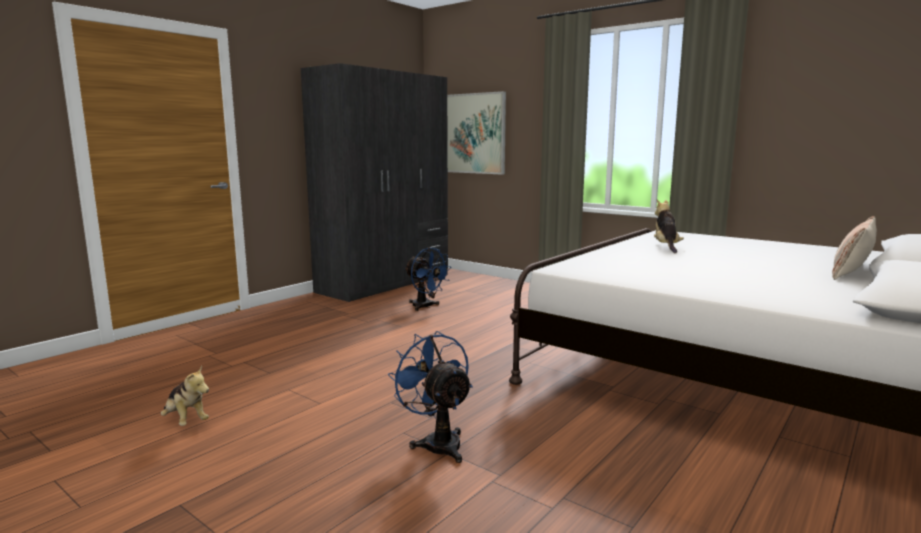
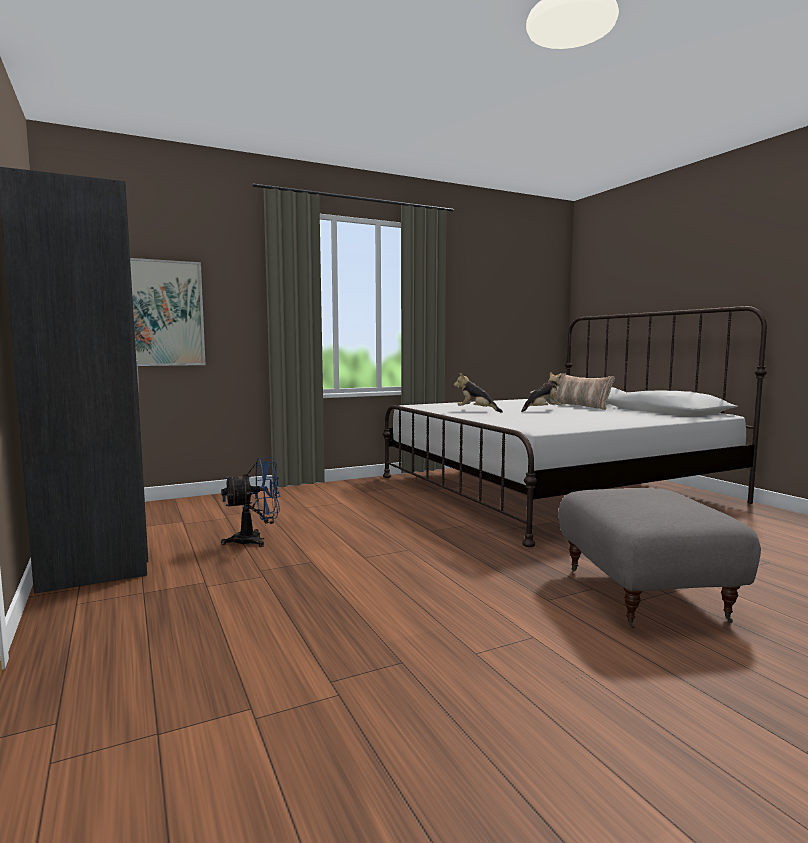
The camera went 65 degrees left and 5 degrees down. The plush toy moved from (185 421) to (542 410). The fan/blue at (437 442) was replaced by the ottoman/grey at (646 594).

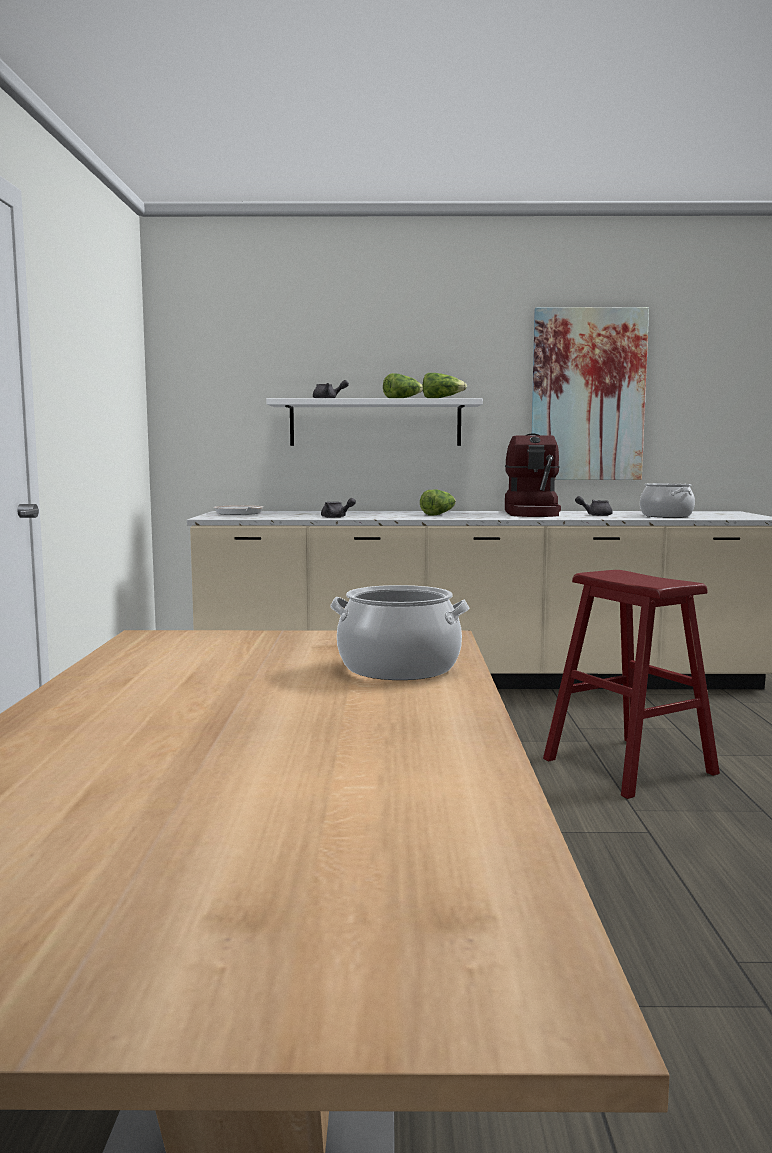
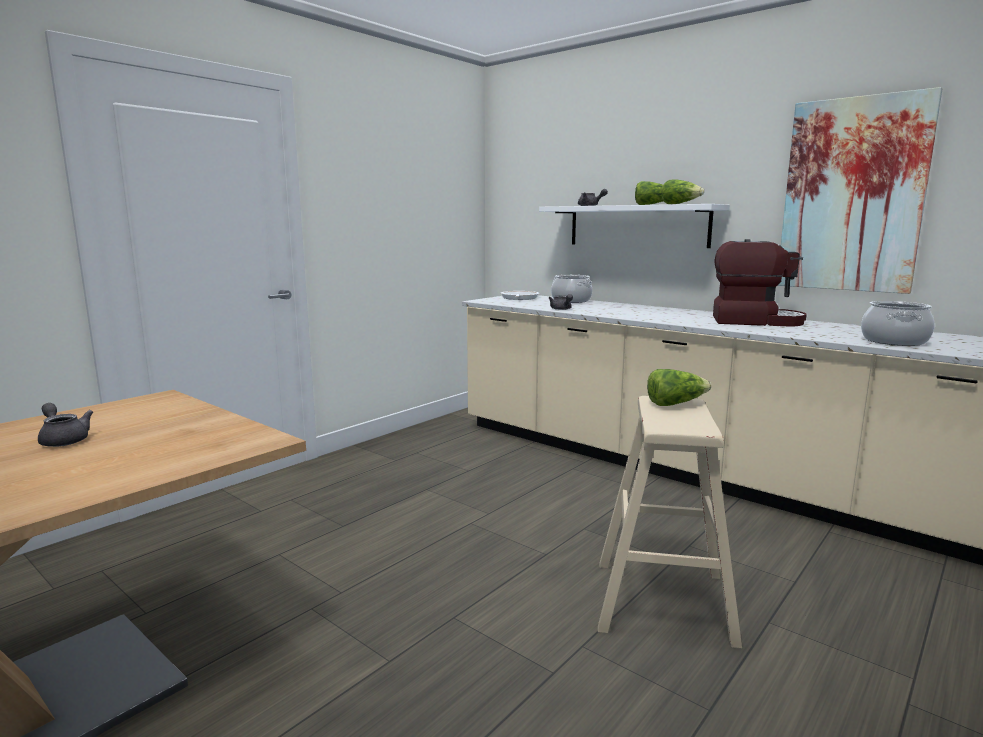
The camera went 40 degrees right and 5 degrees up. The cooking pot moved from (398 668) to (571 301). The lettuce moved from (438 514) to (675 404). The teapot/grey moved from (595 515) to (63 440). The stool/red at (629 766) became the stool/beige at (662 601). The coffee machine at (532 513) turned 120 degrees counterclockwise.

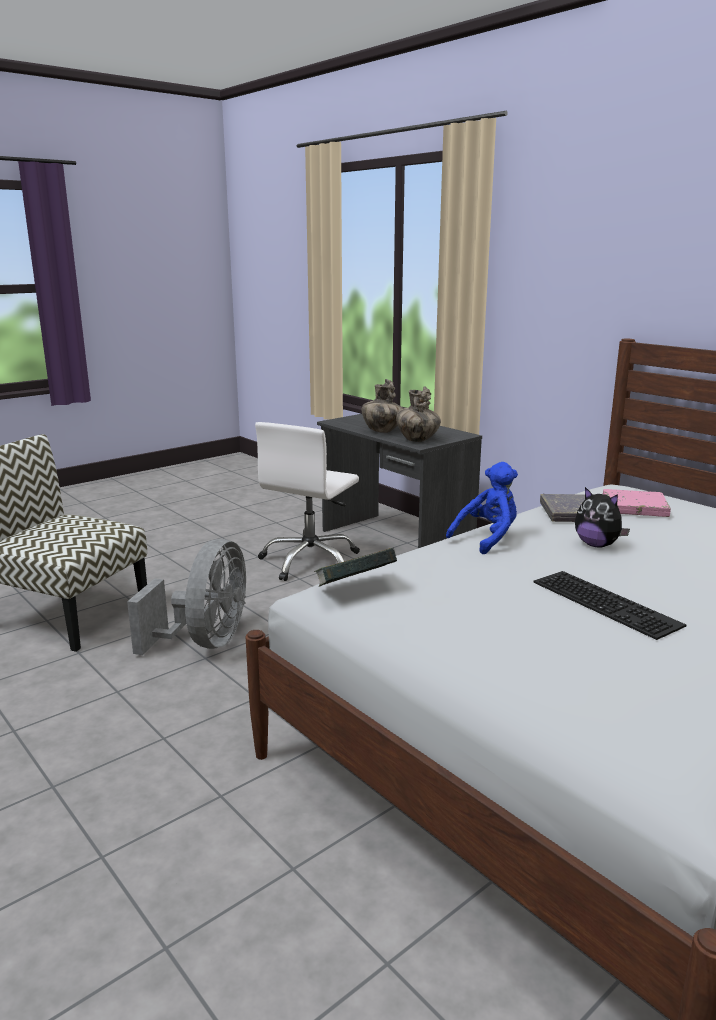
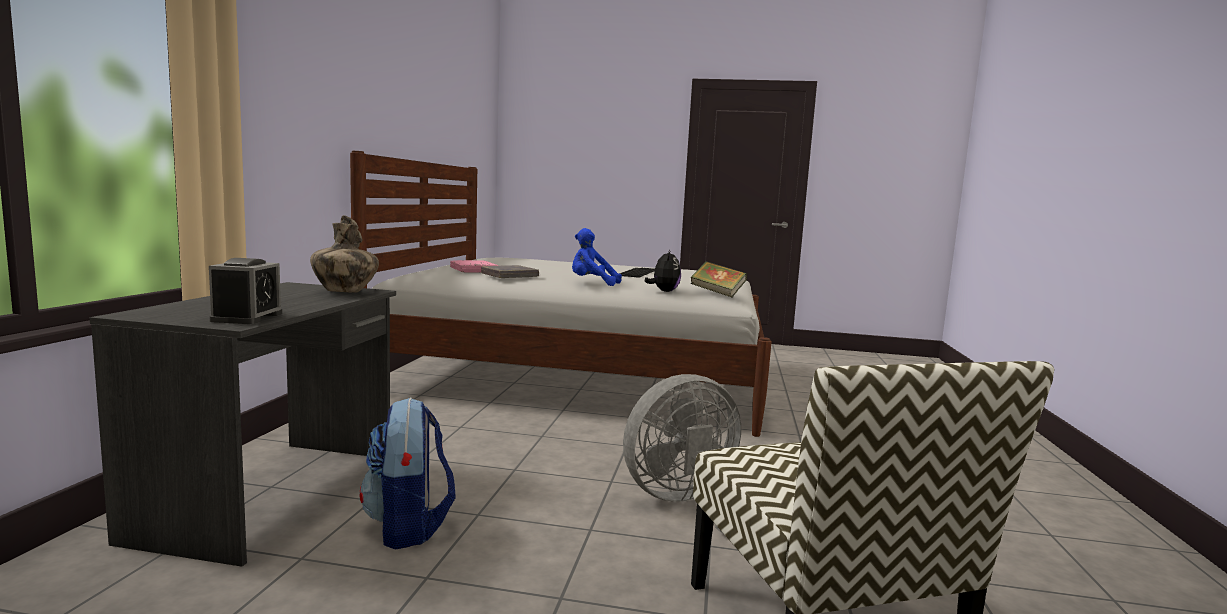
The camera went 130 degrees left and 10 degrees down. The vase at (382 431) disappeared. The alarm clock at (247 317) appeared. The plush toy moved from (597 545) to (664 291). The office chair/white at (310 561) was replaced by the backpack at (409 527).

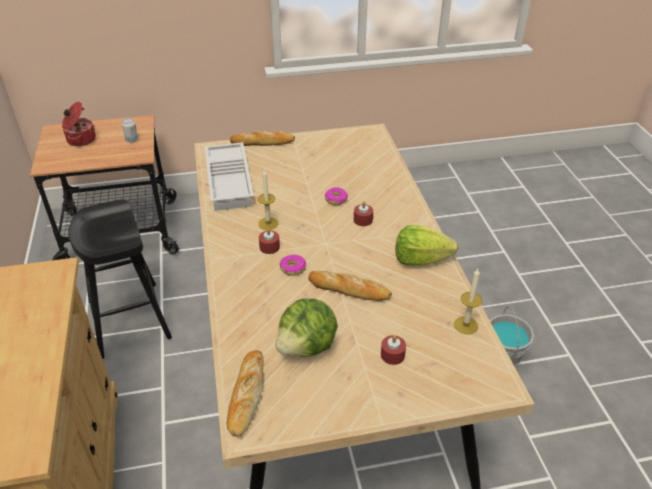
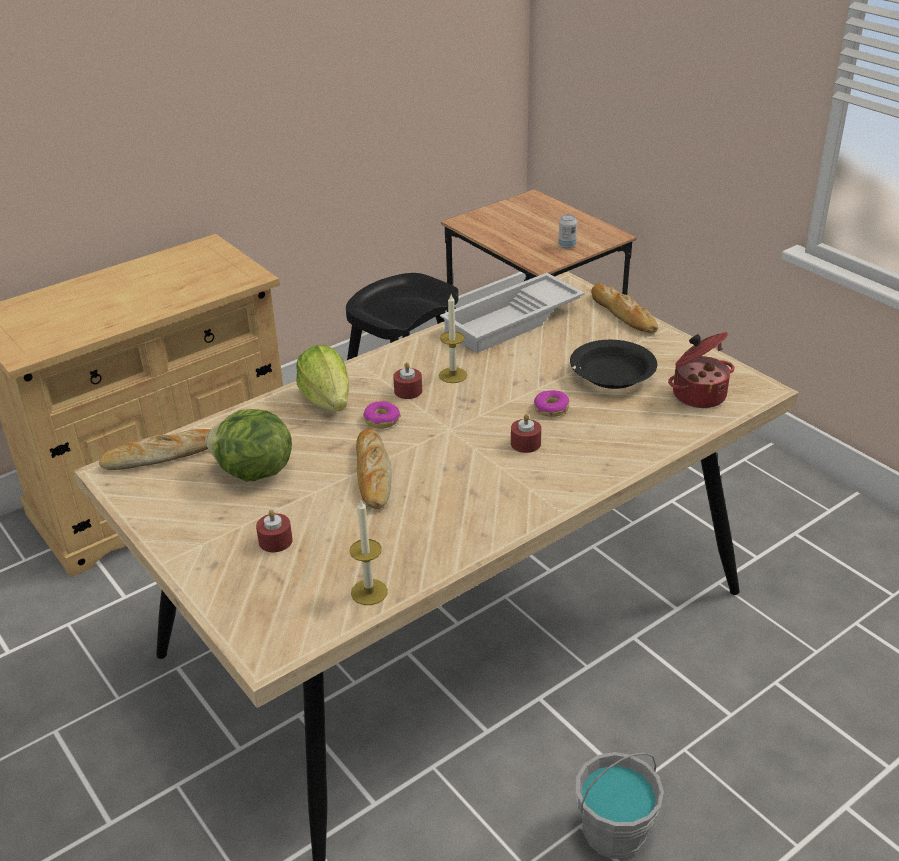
The camera went 65 degrees right and 5 degrees down. The bowl/black at (612 375) appeared. The cooking pot moved from (80 139) to (698 394). The lettuce moved from (420 259) to (328 401).

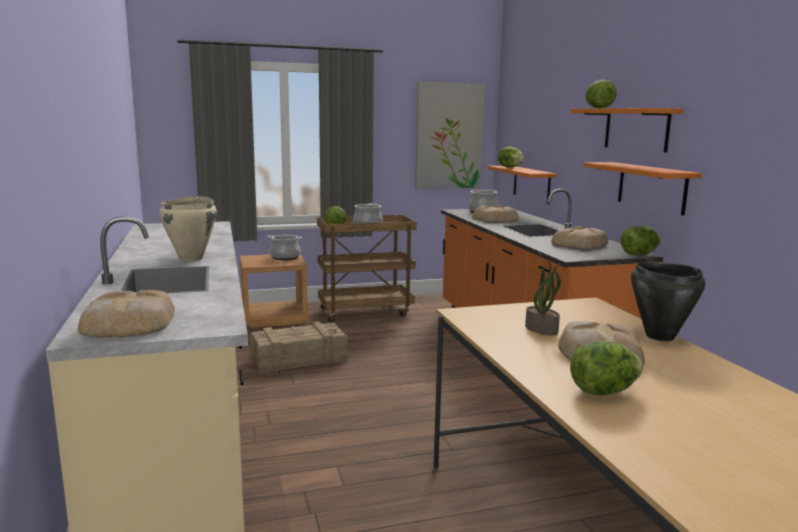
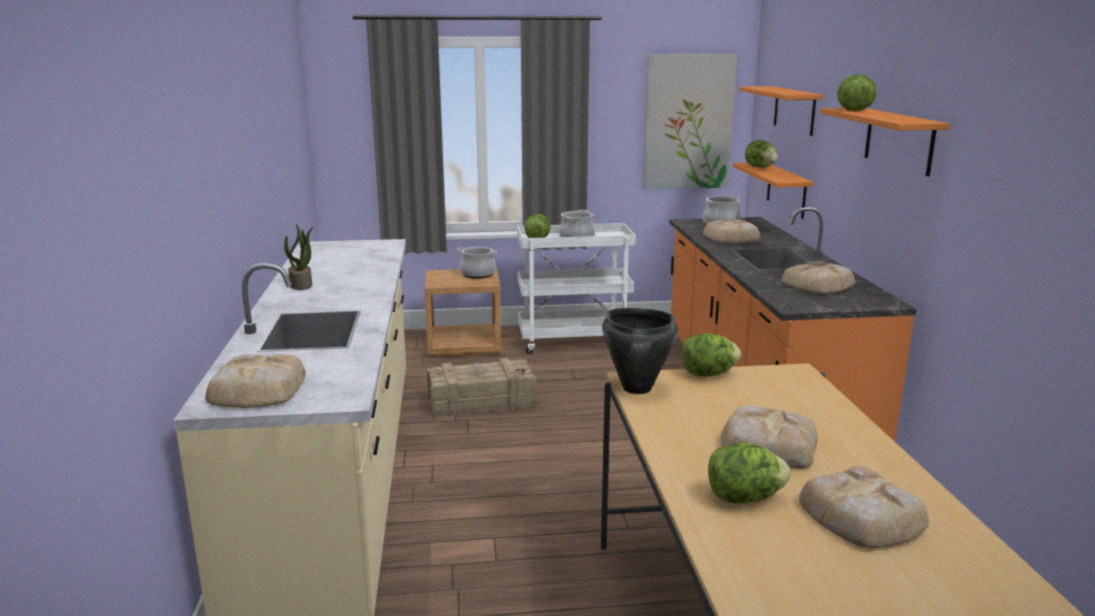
The camera went 10 degrees right and 5 degrees up. The cooking pot/beige at (191 258) disappeared. The bread at (862 517) appeared. The potted plant moved from (542 329) to (301 285). The shelf/orange moved from (651 187) to (794 110). The lettuce moved from (639 254) to (708 374). The cooking pot/black moved from (659 336) to (636 388). The cart/brown at (365 312) became the cart/white at (574 341).

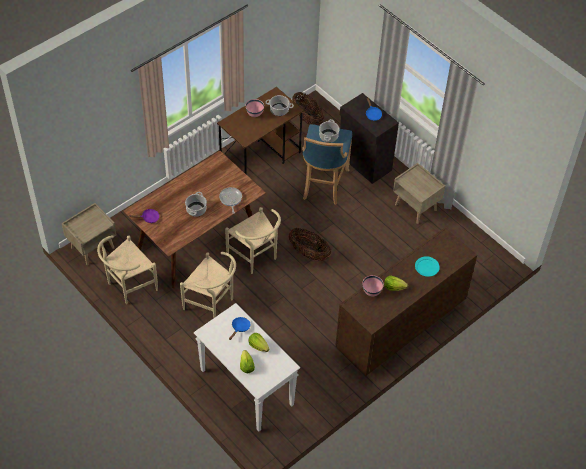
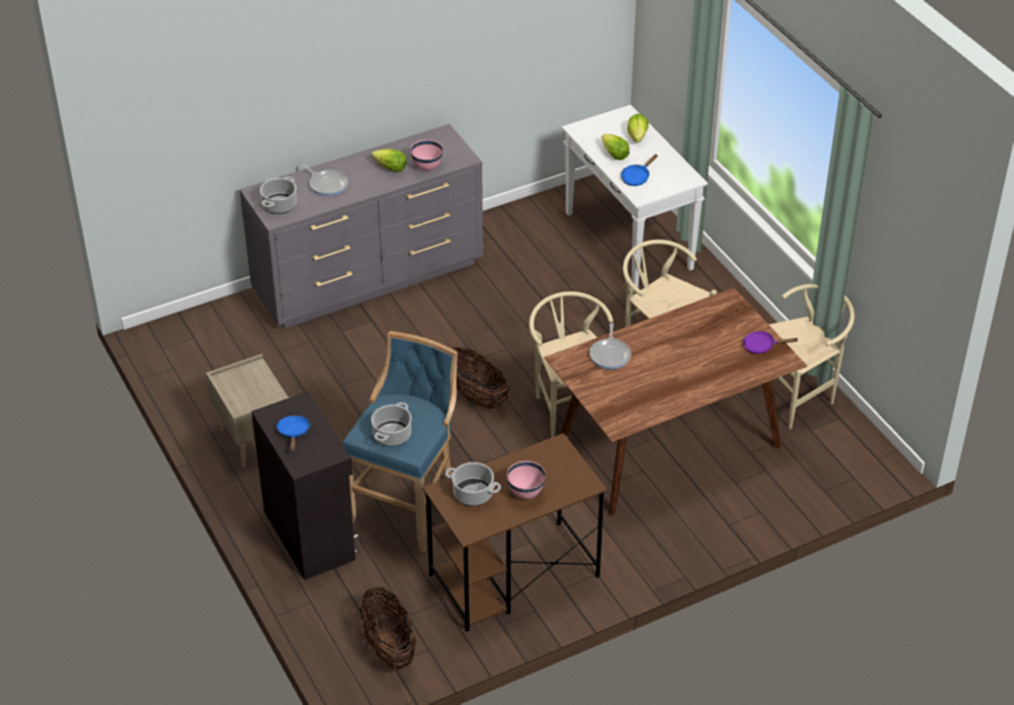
The camera went 165 degrees left and 10 degrees down. The nightstand/beige at (92 247) disappeared. The cooking pot moved from (196 210) to (279 205). The plate/turquoise at (427 267) was replaced by the frying pan at (327 184). The dresser/brown at (400 325) became the dresser/grey at (370 278).

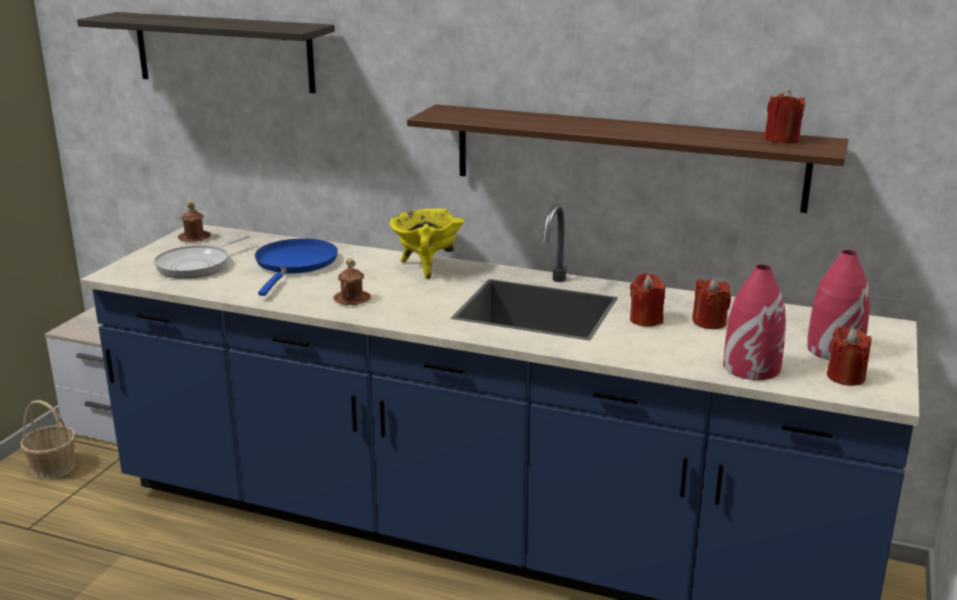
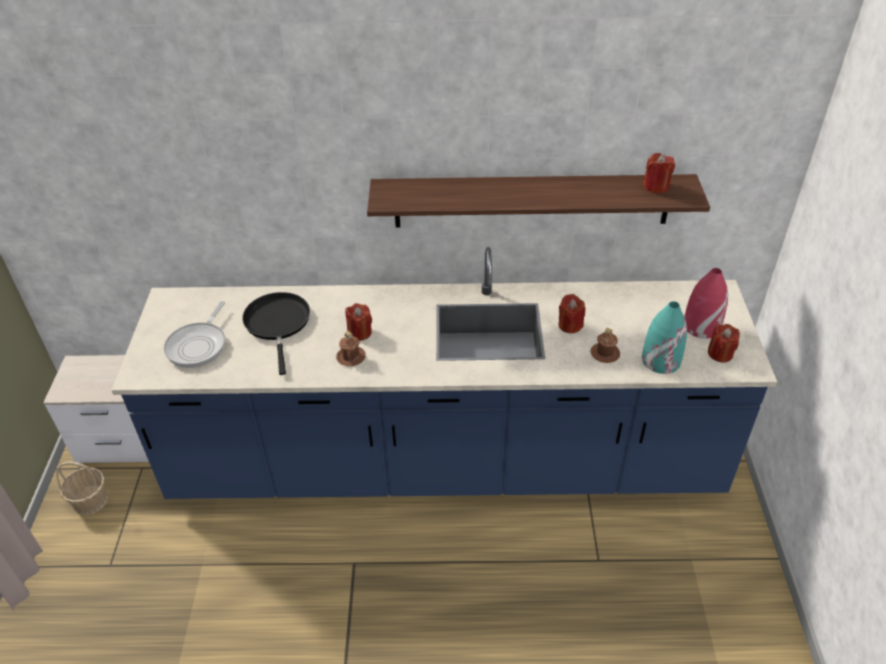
The camera went 20 degrees left and 20 degrees up. The shelf at (224 52) disappeared. The cooking pot/yellow at (426 267) disappeared. The mug/brown moved from (194 238) to (605 354). The candle/red moved from (709 322) to (360 332). The frying pan/blue at (295 264) became the frying pan/black at (278 324). The vase/red at (751 367) became the vase/turquoise at (660 360).

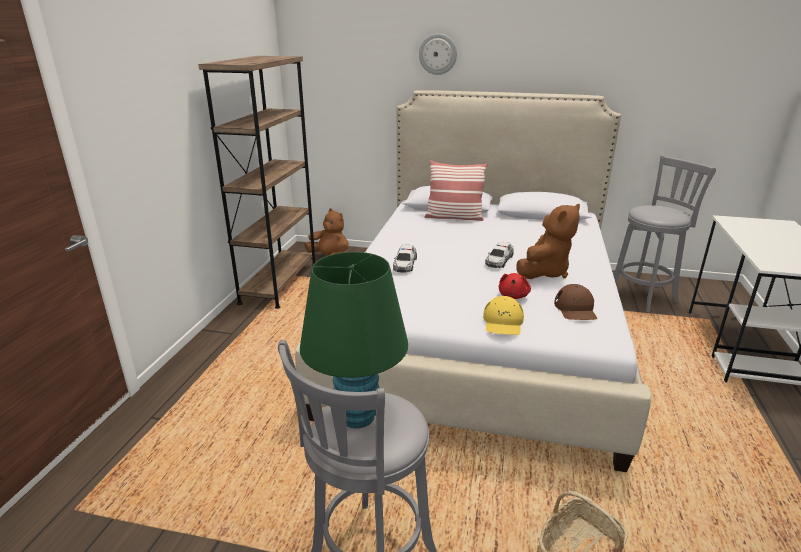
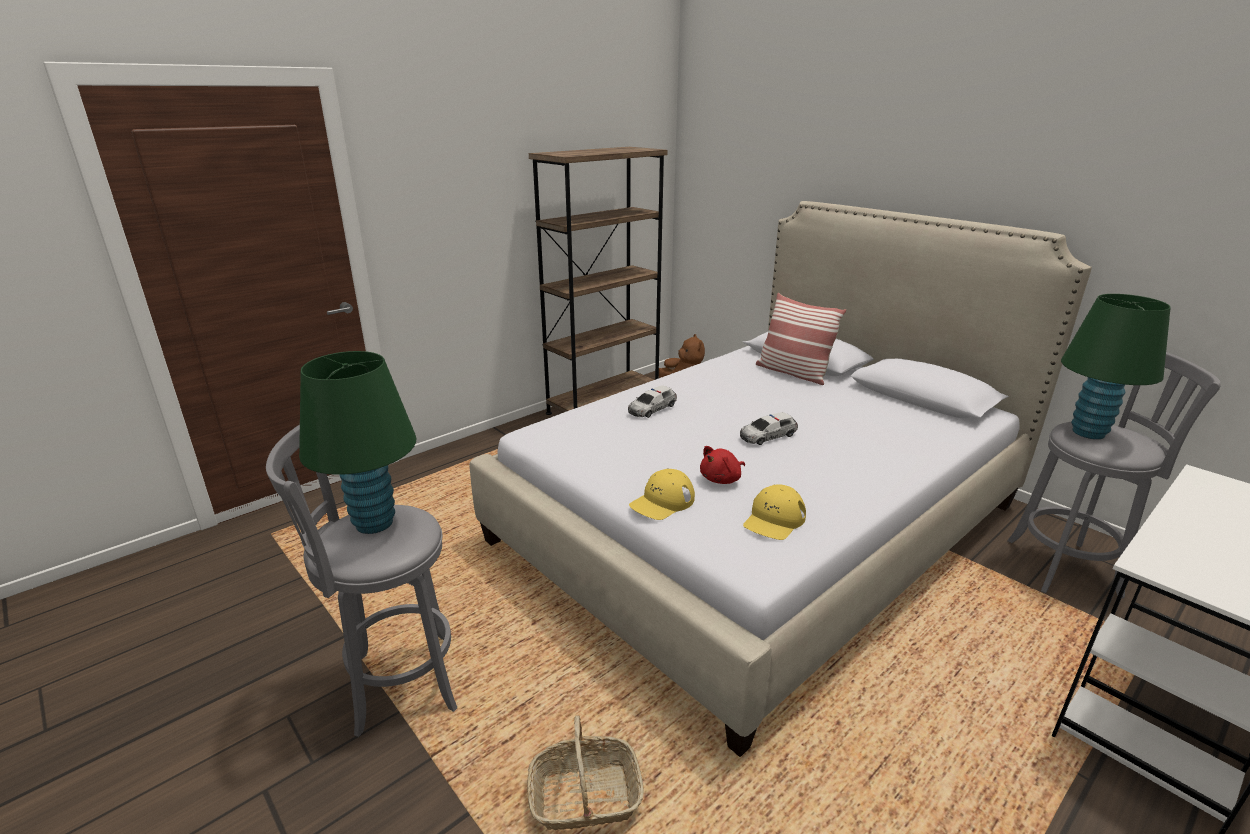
The camera went 35 degrees right and 0 degrees up. The wall clock at (438 54) disappeared. The plush toy/brown at (544 272) disappeared. The table lamp/green at (1088 433) appeared. The cap/brown at (575 309) became the cap/yellow at (774 520).

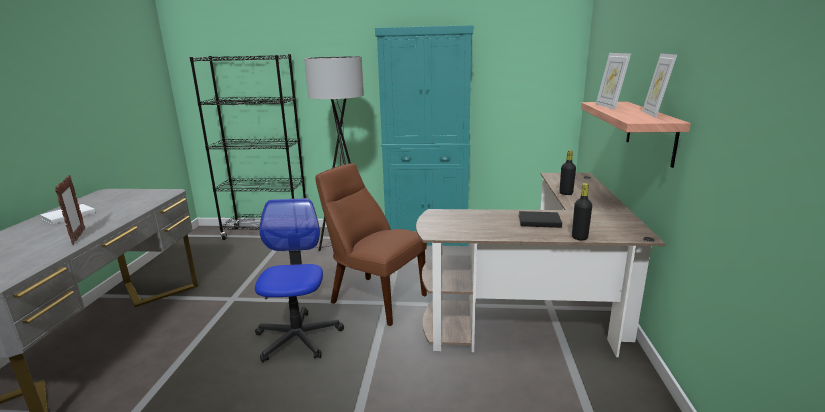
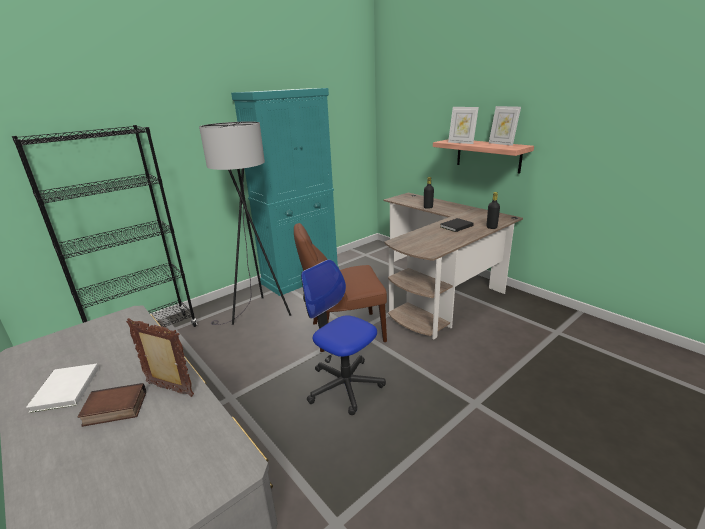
The camera went 45 degrees left and 5 degrees up. The book at (114 410) appeared.

